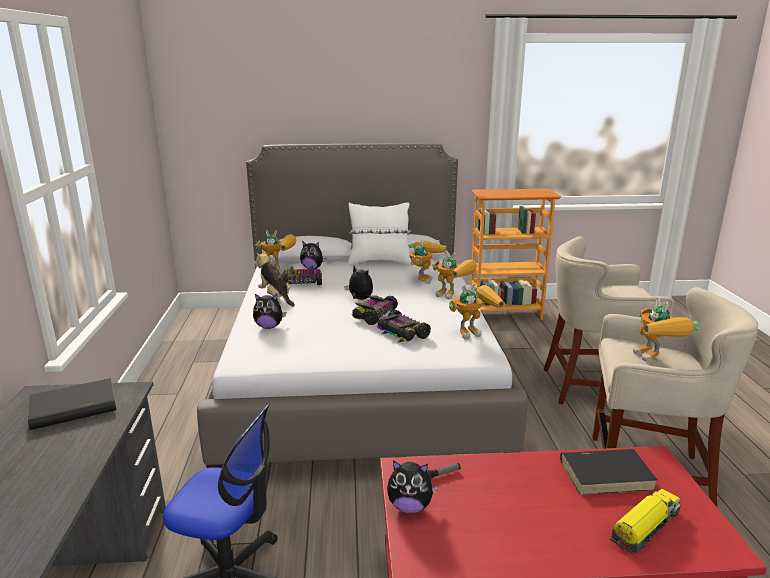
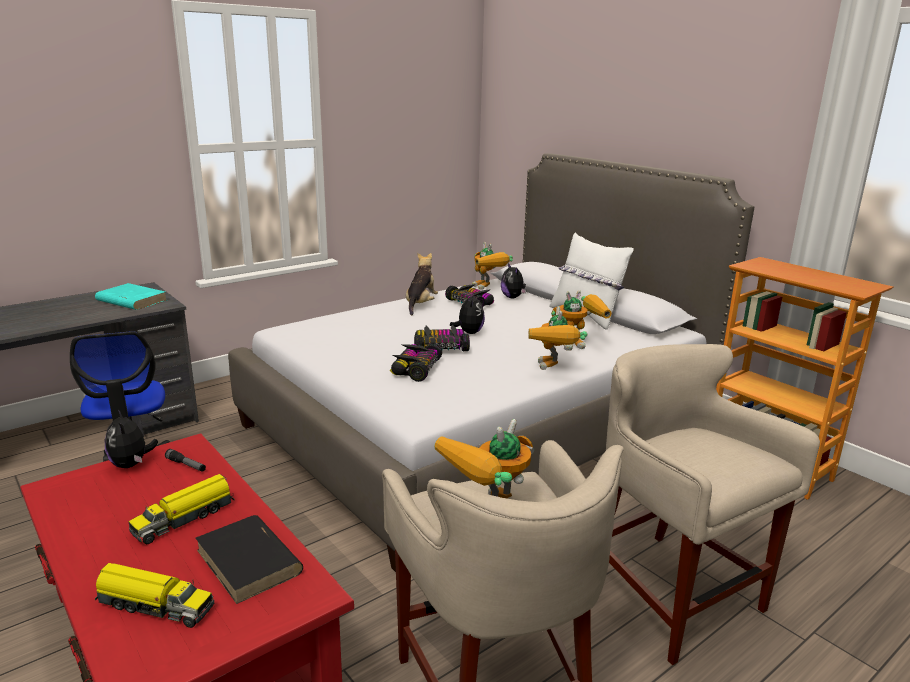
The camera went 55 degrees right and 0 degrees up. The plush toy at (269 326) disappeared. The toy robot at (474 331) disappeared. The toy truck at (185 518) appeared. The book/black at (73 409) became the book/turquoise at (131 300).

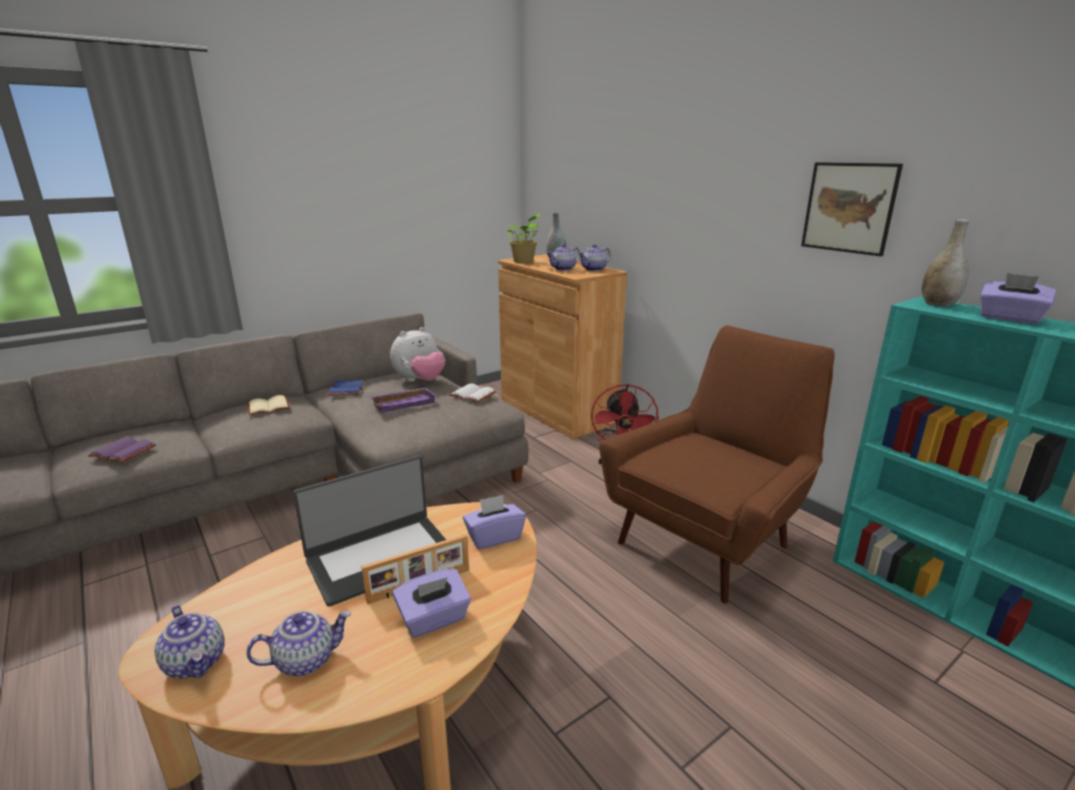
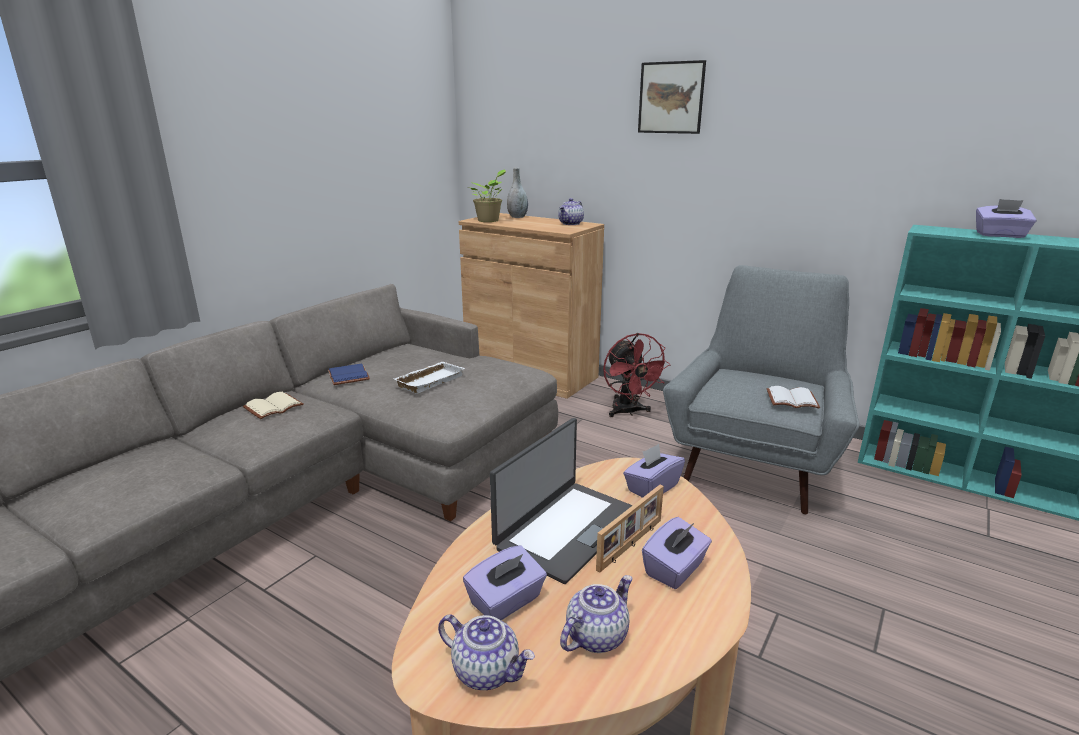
The camera went 20 degrees left and 0 degrees up. The book/purple at (121 452) disappeared. The plush toy at (420 381) disappeared. The teapot at (563 269) disappeared. The vase/grey at (938 304) disappeared. The tissue box/purple at (506 602) appeared. The book/white moved from (471 395) to (791 400). The picture moved from (849 208) to (671 98). The tray/purple at (404 403) became the tray/white at (429 380). The armchair/brown at (708 539) became the armchair/grey at (754 465).

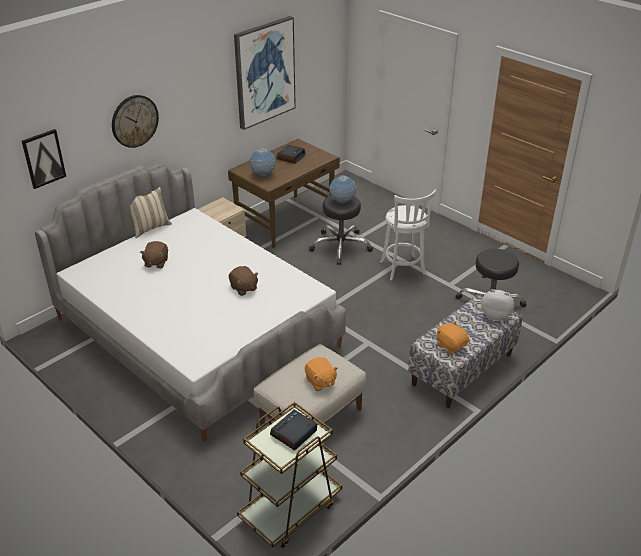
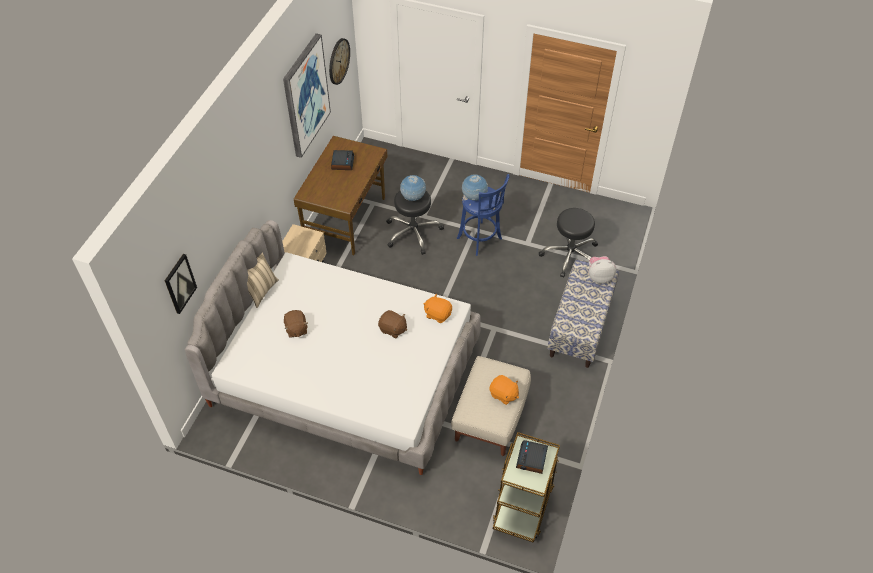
The camera went 25 degrees left and 15 degrees up. The wall clock moved from (134 121) to (338 61). The globe moved from (263 175) to (474 197). The plush toy/orange moved from (450 345) to (438 314). The stool/white at (403 269) became the stool/blue at (481 240).

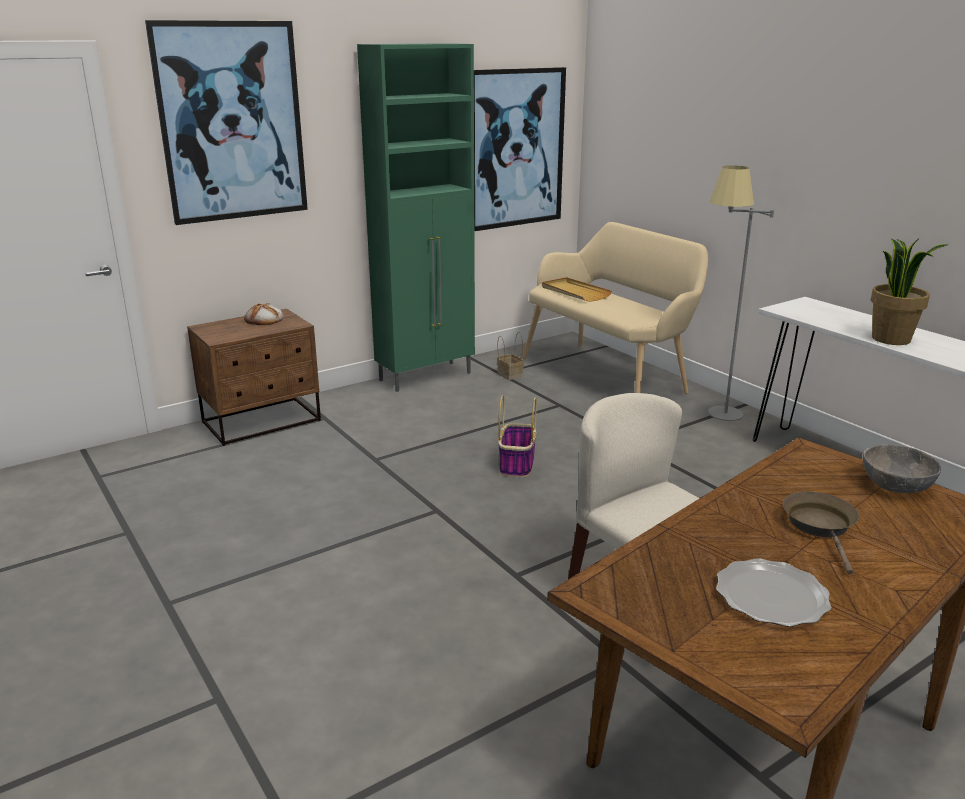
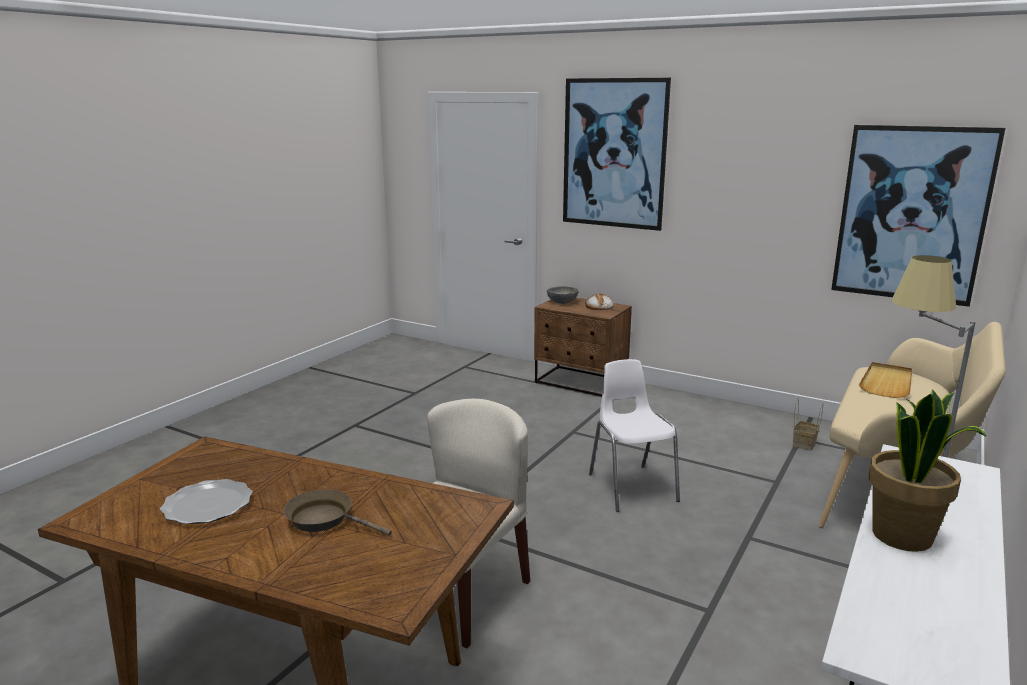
The camera went 65 degrees right and 5 degrees down. The cabinet/green at (427 376) disappeared. The bowl/grey moved from (896 485) to (562 302). The basket at (516 464) was replaced by the chair/white at (631 487). The frying pan/brown at (821 527) turned 135 degrees counterclockwise.

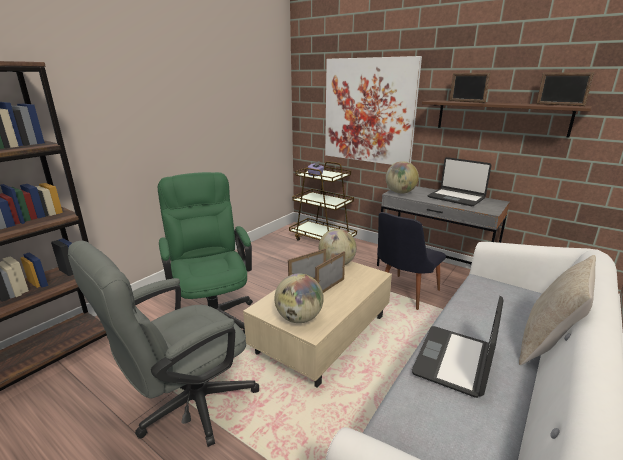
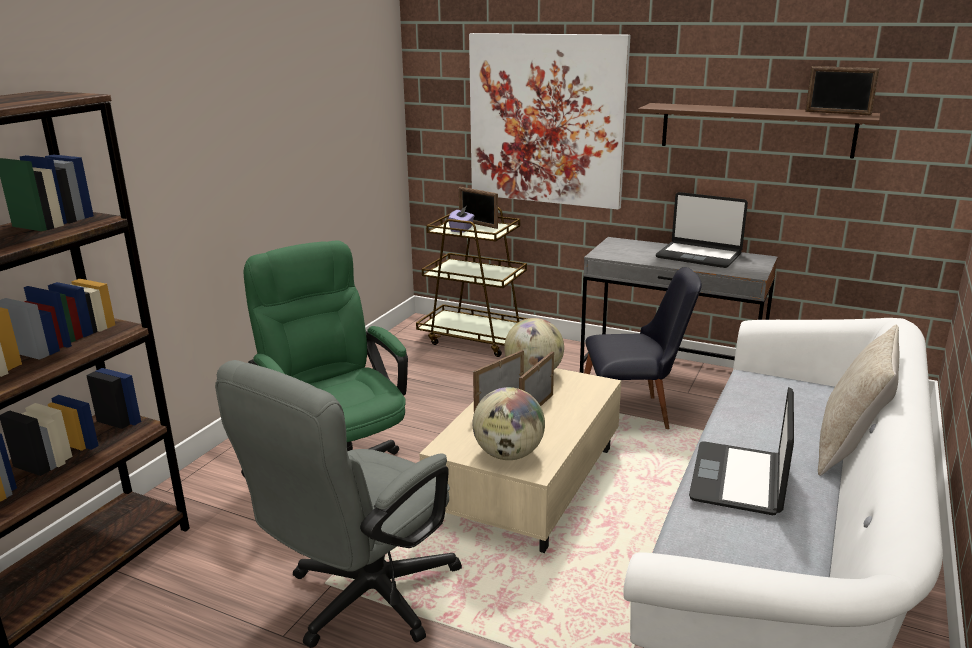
The camera went 10 degrees left and 0 degrees up. The globe at (400 193) disappeared. The picture frame moved from (466 101) to (478 224). The chair/black at (404 294) turned 120 degrees counterclockwise.

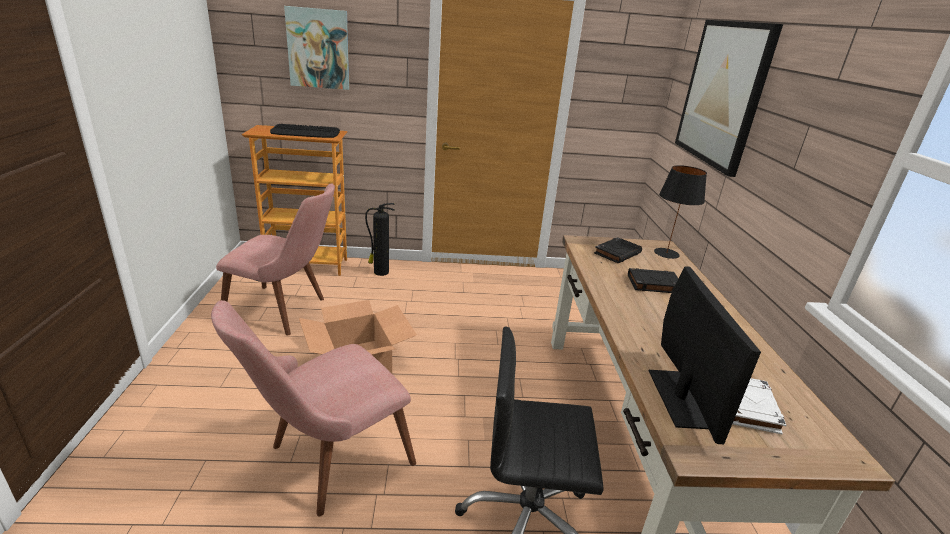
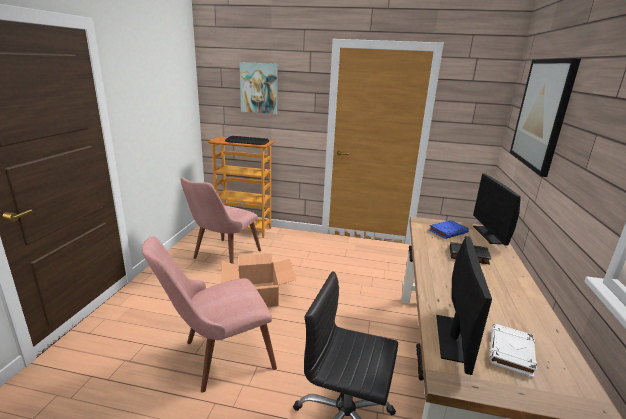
The camera went 15 degrees right and 5 degrees down. The fire extinguisher at (380 272) disappeared. The table lamp/black at (667 253) was replaced by the monitor at (490 235). The book/black at (617 253) became the book/blue at (448 231). The chair/pink at (286 311) turned 90 degrees clockwise.

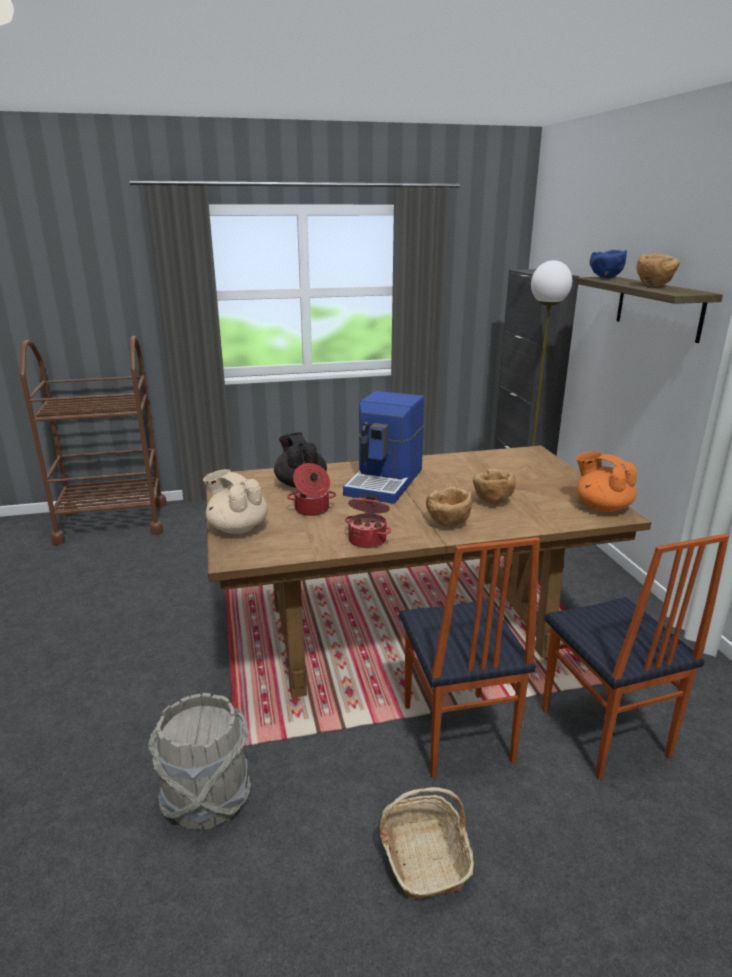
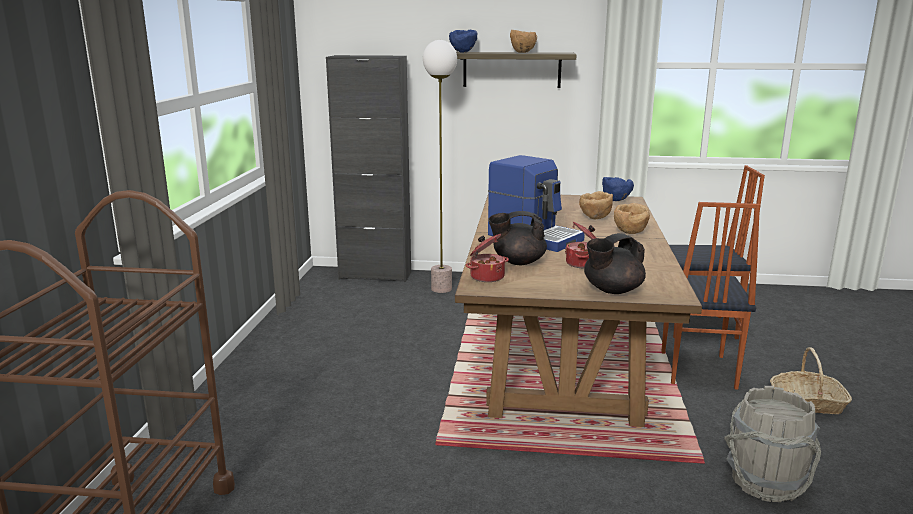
The camera went 70 degrees left and 5 degrees down. The cooking pot moved from (368 540) to (486 276). The teapot/orange at (602 507) was replaced by the bowl/blue at (616 200). The teapot/beige at (237 528) became the teapot/black at (612 290). The chair at (455 734) turned 90 degrees clockwise.

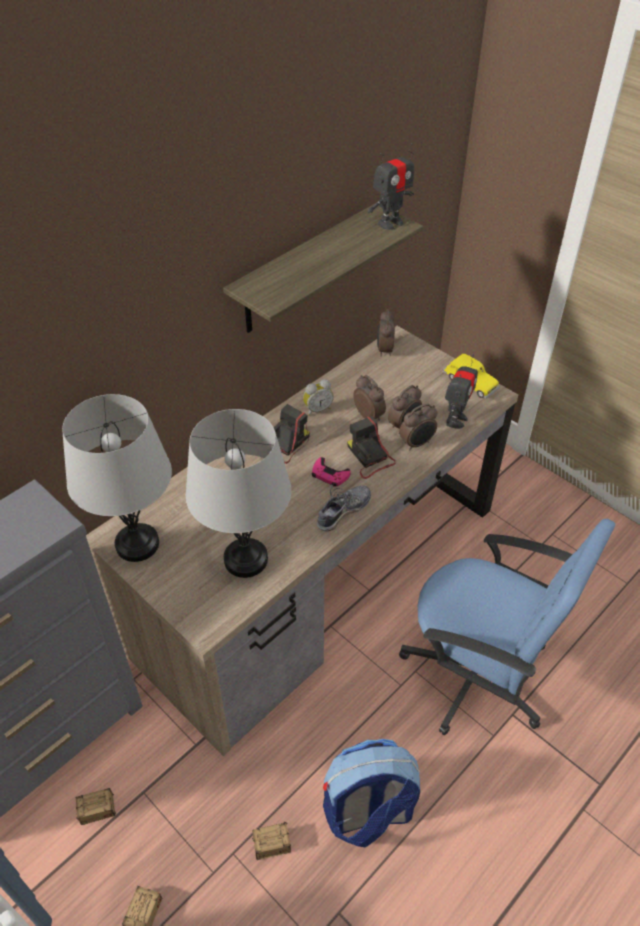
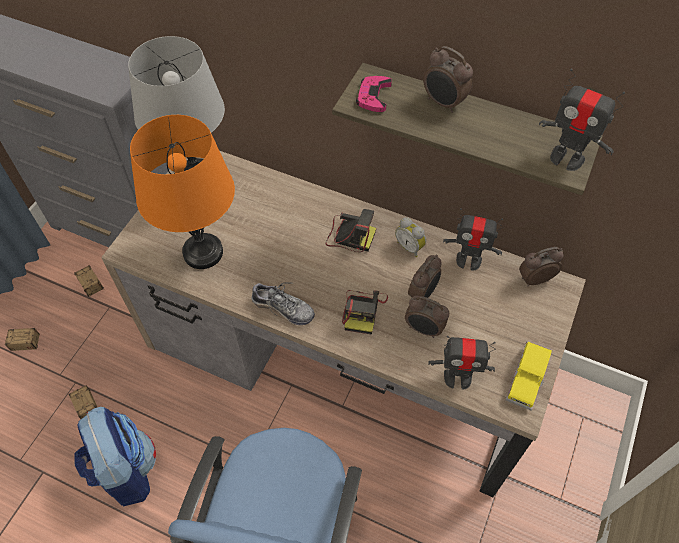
The camera went 70 degrees right and 10 degrees up. The toy robot at (468 260) appeared. The game controller/pink moved from (329 475) to (373 96). The alarm clock moved from (417 444) to (443 103). The table lamp/grey at (245 559) became the table lamp/orange at (203 252). The photo camera at (369 458) turned 150 degrees clockwise.

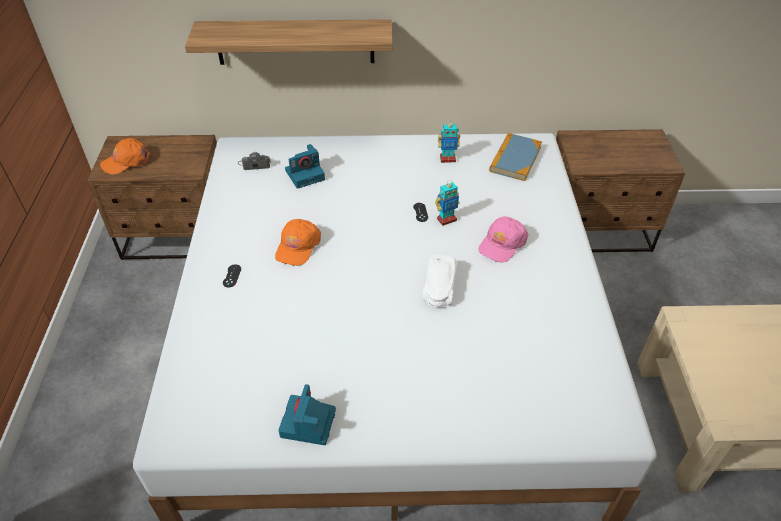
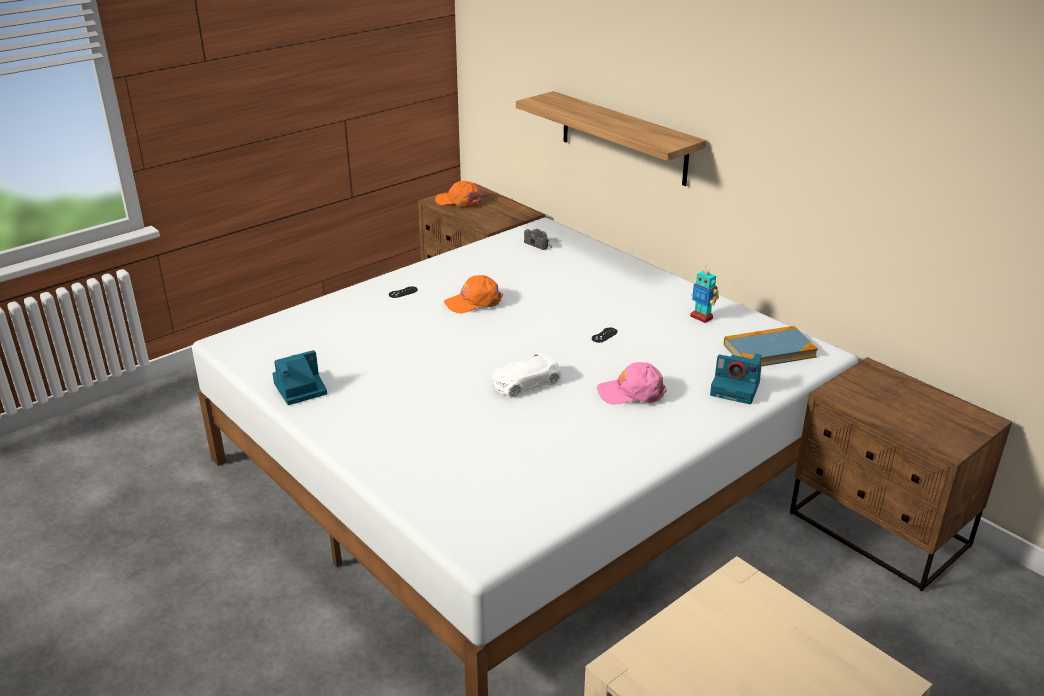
The camera went 50 degrees right and 15 degrees down. The toy robot at (446 219) disappeared. The photo camera moved from (305 174) to (736 388).

